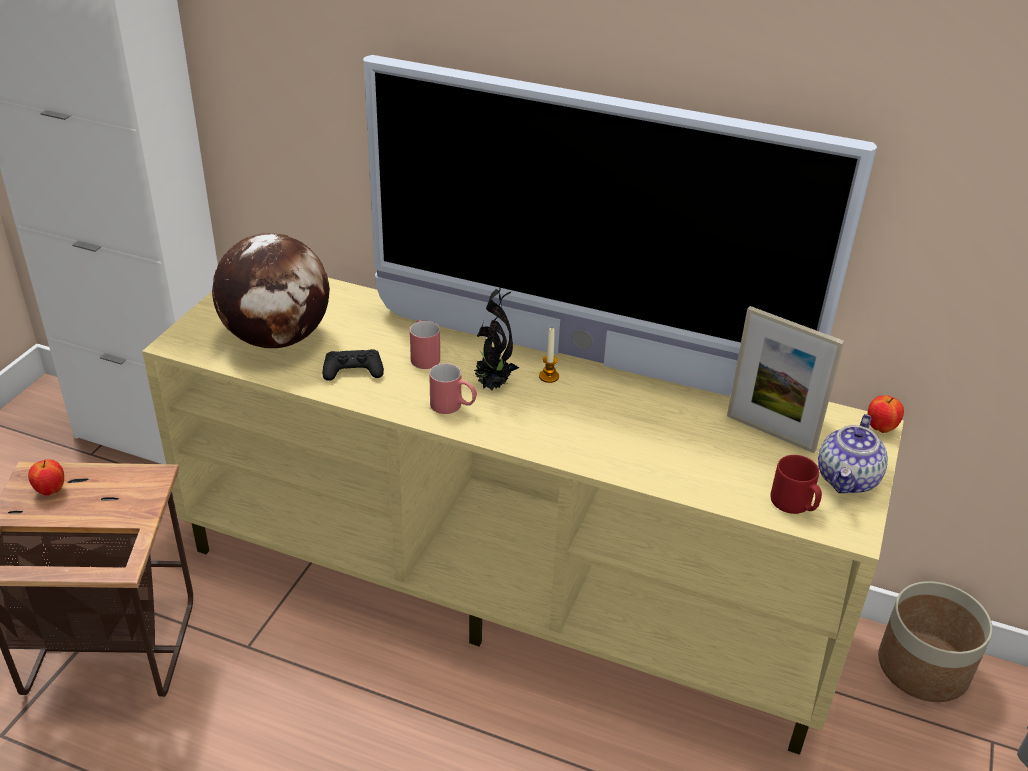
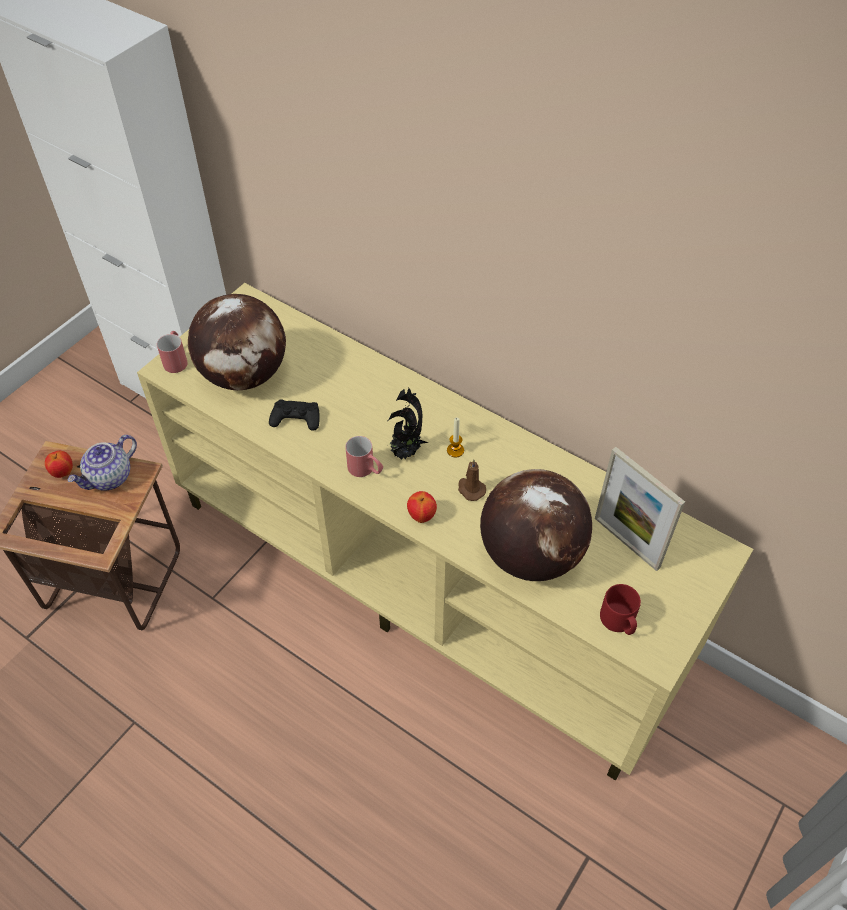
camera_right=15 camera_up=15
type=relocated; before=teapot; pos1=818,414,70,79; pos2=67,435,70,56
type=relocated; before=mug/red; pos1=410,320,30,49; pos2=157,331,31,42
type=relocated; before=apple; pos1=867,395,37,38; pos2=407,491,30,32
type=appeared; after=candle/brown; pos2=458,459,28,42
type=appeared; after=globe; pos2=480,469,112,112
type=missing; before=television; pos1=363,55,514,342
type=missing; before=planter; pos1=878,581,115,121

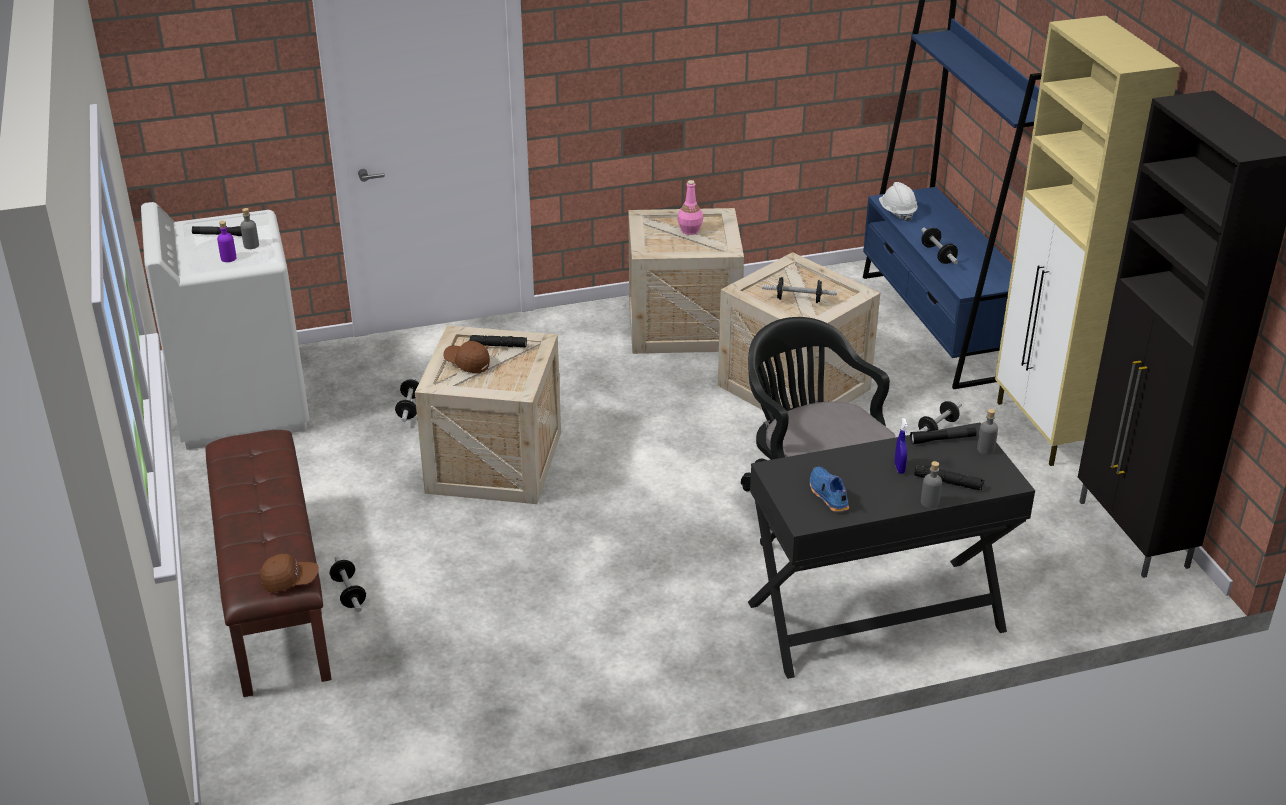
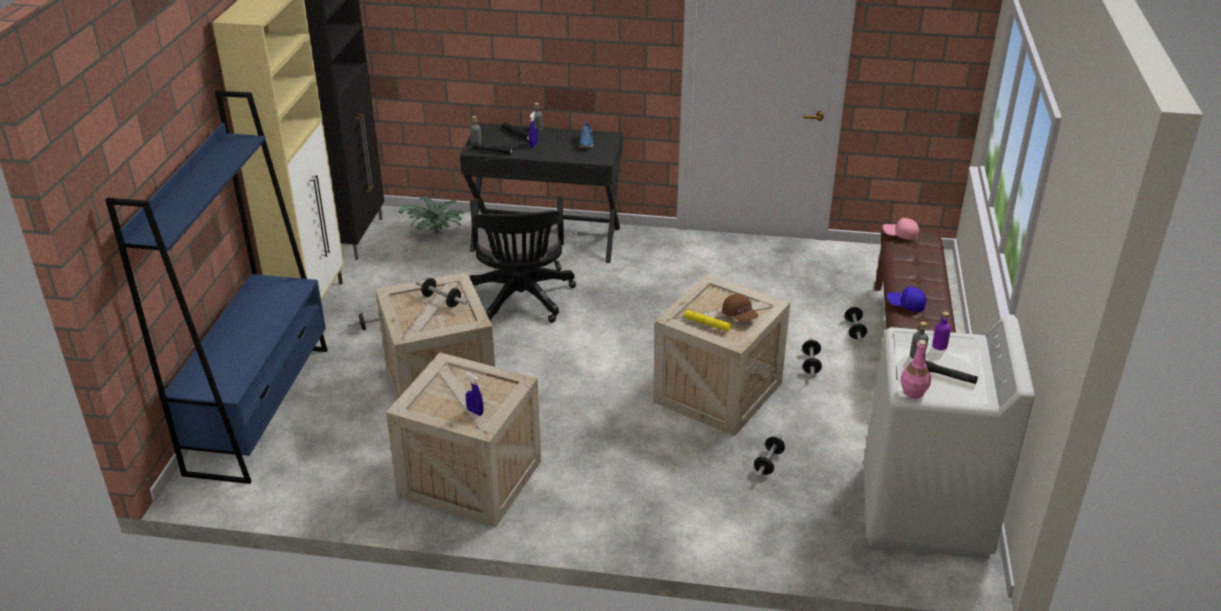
camera_right=-155 camera_up=0
type=appeared; after=potted plant; pos2=398,196,67,39
type=appeared; after=spray bottle/blue; pos2=466,372,17,44
type=colour; before=flashlight/black; after=flashlight/yellow; pos1=469,335,58,12; pos2=684,310,48,21
type=relocated; before=dumbbell; pos1=921,228,37,36; pos2=802,337,20,40
type=colour; before=cap/brown; after=cap/pink; pos1=260,554,59,38; pos2=883,218,36,22
type=appeared; after=cap/blue; pos2=887,287,40,25
type=relocated; before=bottle/pink; pos1=678,180,25,55; pos2=900,340,31,59
type=missing; before=hard hat/white; pos1=879,182,39,40

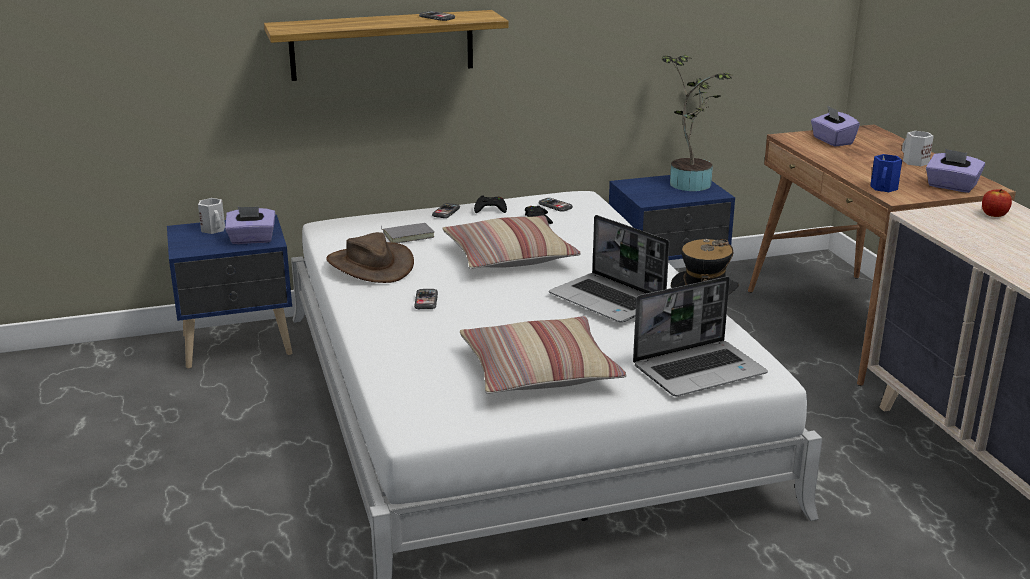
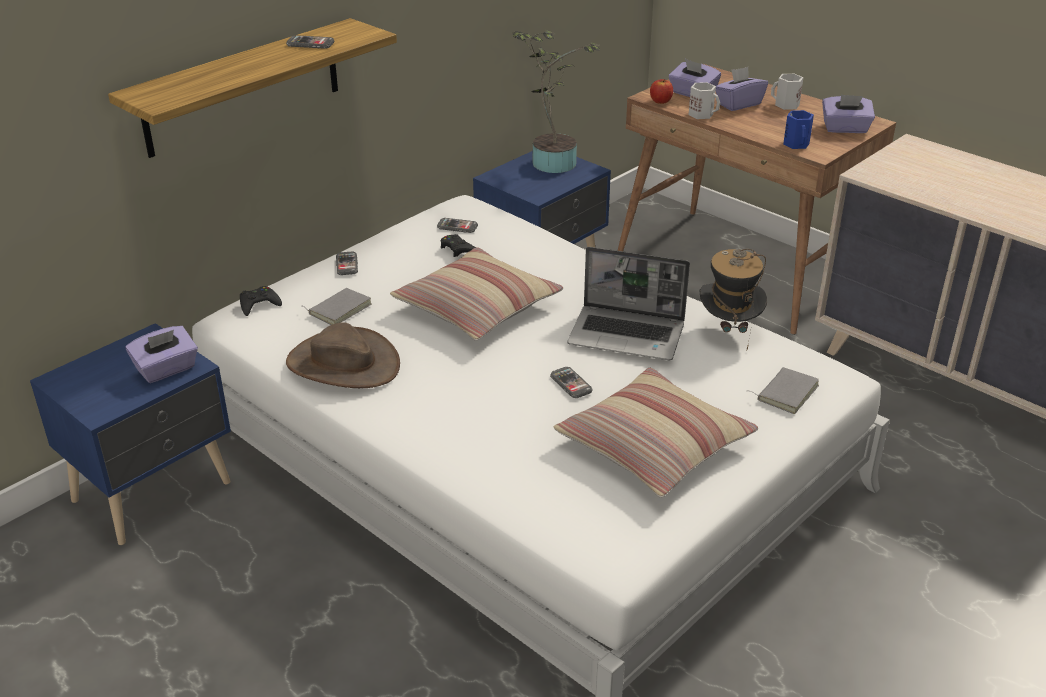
camera_right=-30 camera_up=10
type=relocated; before=game controller/black; pos1=474,196,33,17; pos2=240,286,42,30
type=relocated; before=phone; pos1=414,289,24,20; pos2=550,367,43,31
type=relocated; before=apple; pos1=982,189,30,28; pos2=650,79,23,25
type=relocated; before=mug/white; pos1=198,198,27,36; pos2=689,82,31,37
type=appeared; after=tissue box/purple; pos2=716,67,52,44
type=exchanged; before=laptop; after=book/grey; pos1=633,276,135,120; pos2=750,367,69,47

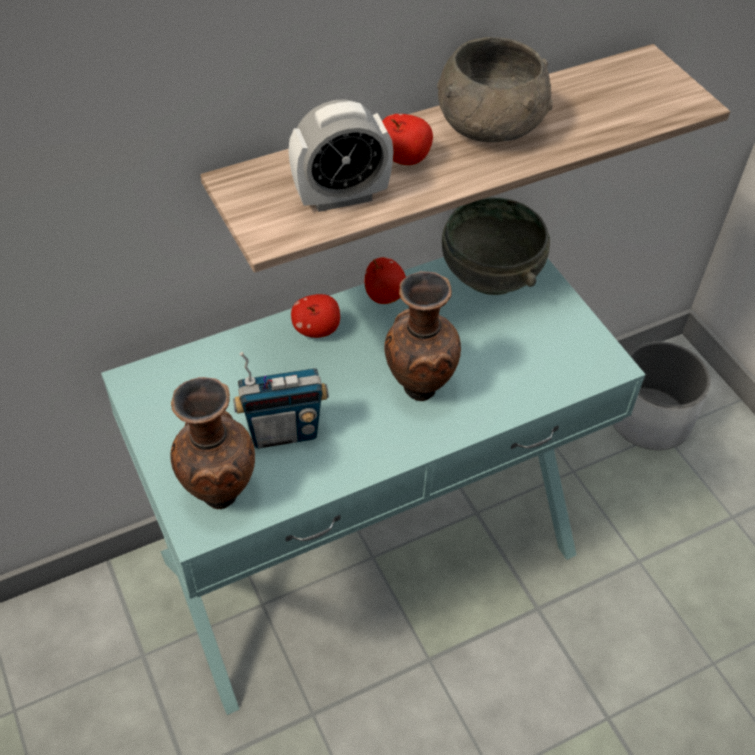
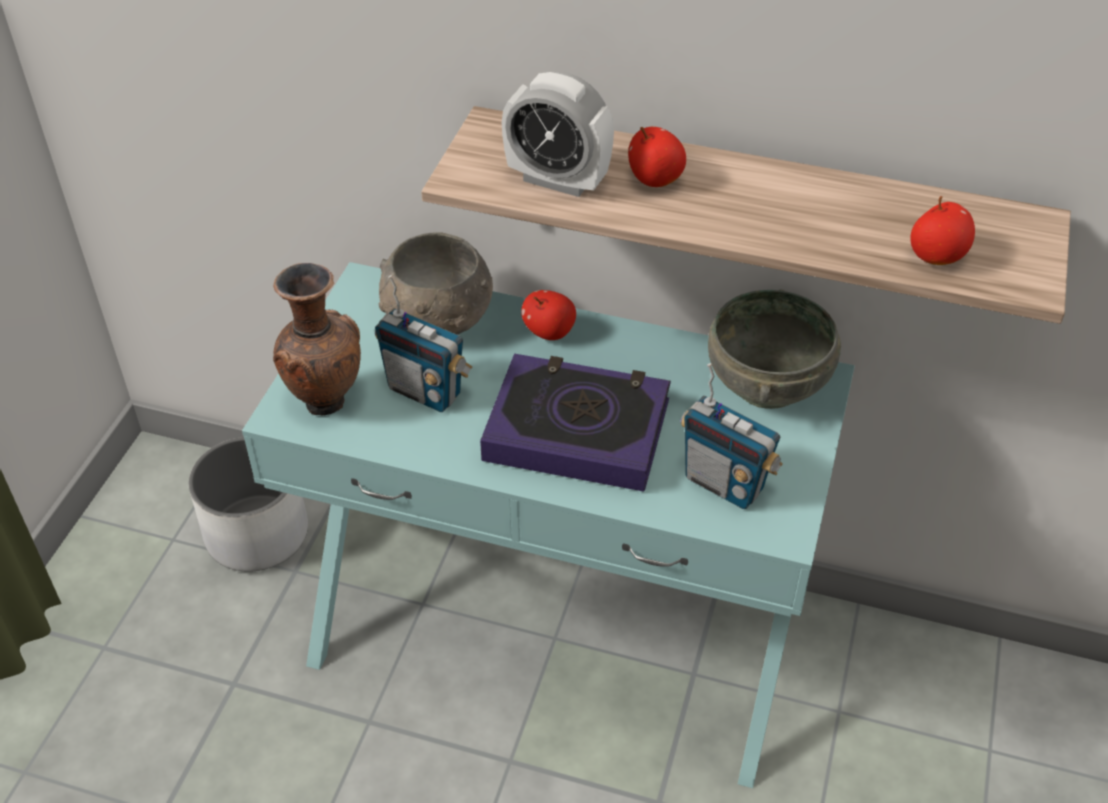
camera_right=45 camera_up=-5
type=relocated; before=planter/white; pos1=613,341,98,109; pos2=189,437,119,135
type=relocated; before=bowl/grey; pos1=437,37,116,105; pos2=378,233,115,102
type=exchanged; before=vase/brown; after=book; pos1=384,271,77,130; pos2=480,354,191,138
type=appeared; after=radio; pos2=680,363,103,146
type=relocated; before=apple; pos1=365,257,41,47; pos2=910,196,65,69

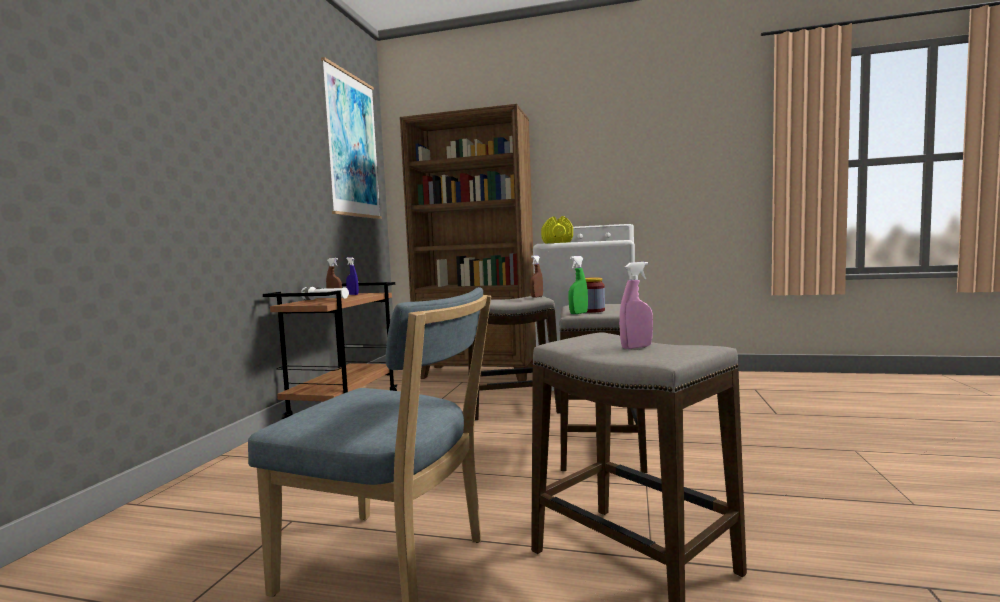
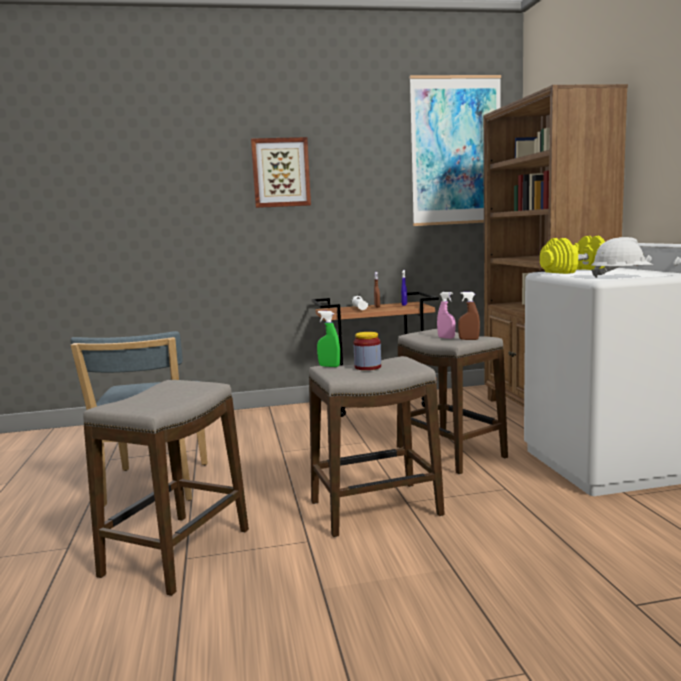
camera_right=65 camera_up=5
type=appeared; after=picture; pos2=251,137,60,71
type=relocated; before=spray bottle/pink; pos1=619,262,34,87; pos2=437,292,19,47
type=appeared; after=hard hat/white; pos2=591,237,62,41

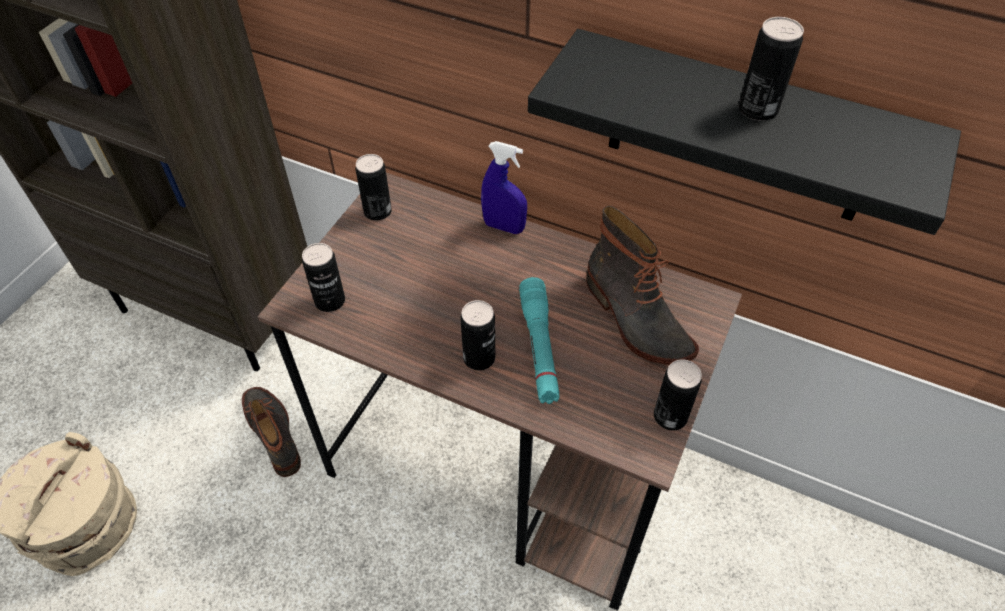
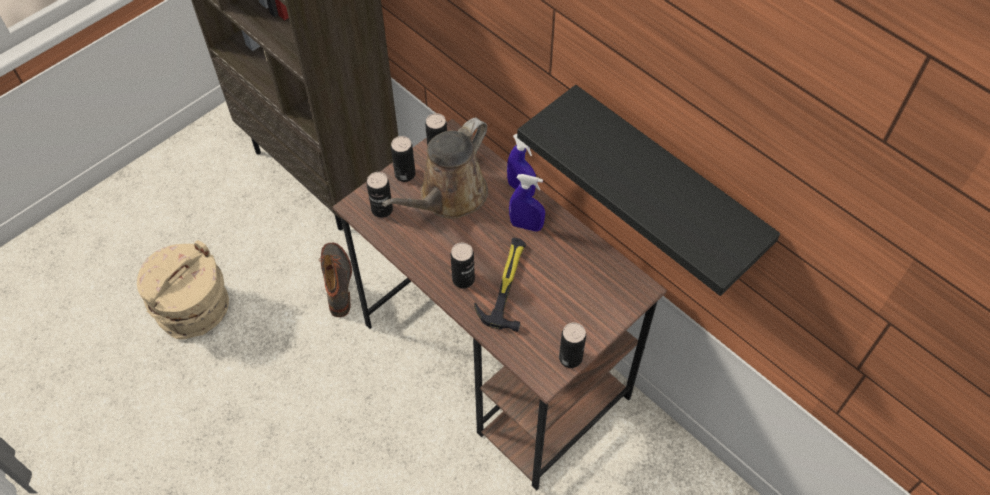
camera_right=20 camera_up=5
type=appeared; after=watering can/brown; pos2=382,118,106,101
type=relocated; before=can; pos1=738,17,66,104; pos2=391,136,25,46
type=exchanged; before=flashlight/turquoise; after=hammer; pos1=519,277,41,127; pos2=474,238,52,94
type=appeared; after=spray bottle/blue; pos2=509,174,36,58
type=missing; before=boot; pos1=586,206,113,159

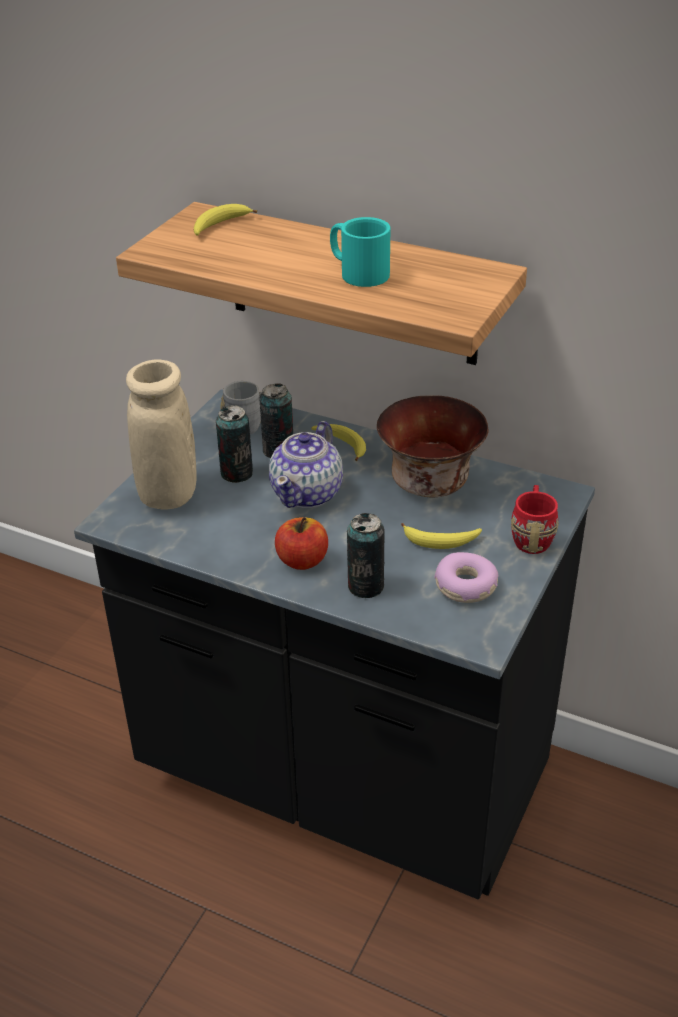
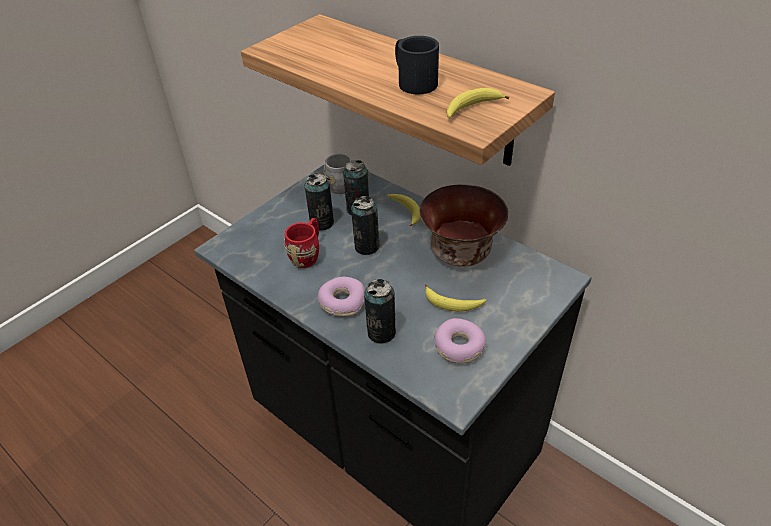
camera_right=15 camera_up=5
type=relocated; before=mug/red; pos1=511,485,48,69; pos2=284,218,35,50
type=exchanged; before=apple; after=donut; pos1=275,517,53,53; pos2=318,277,47,40
type=exchanged; before=teapot; after=can; pos1=269,421,74,87; pos2=351,196,29,59
type=colour; before=mug/turquoise; after=mug/black; pos1=330,217,61,70; pos2=395,36,44,58
type=relocated; before=banana; pos1=194,204,63,31; pos2=447,88,62,30
type=missing; before=vase/beige; pos1=126,359,71,150

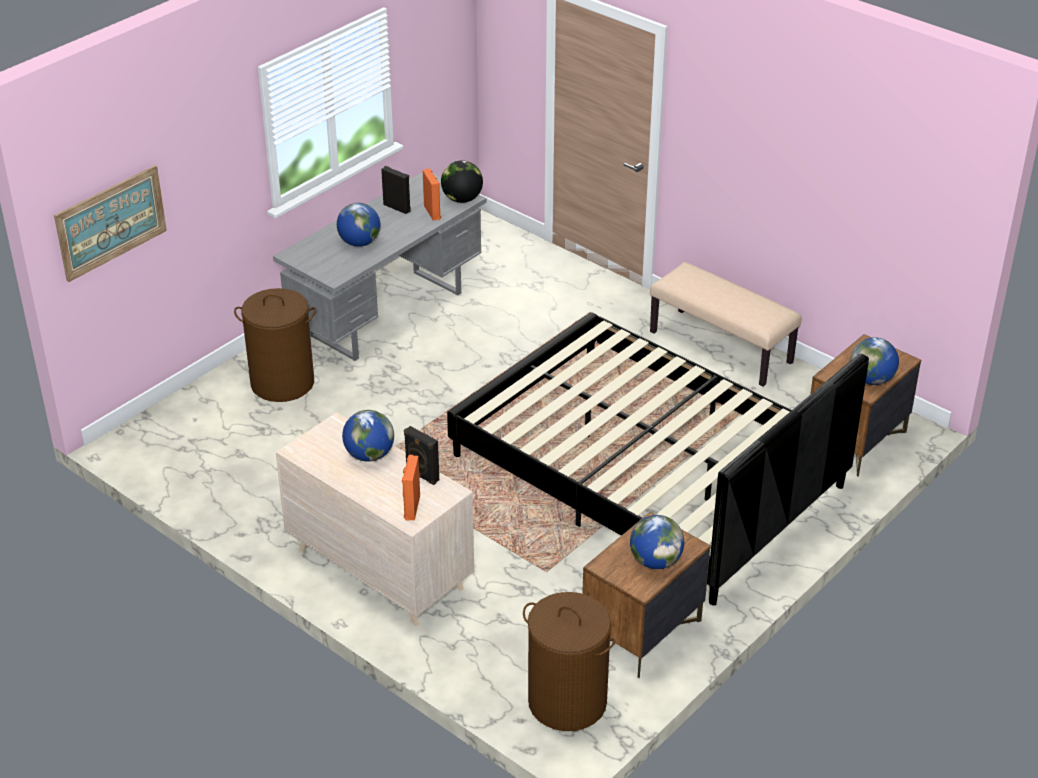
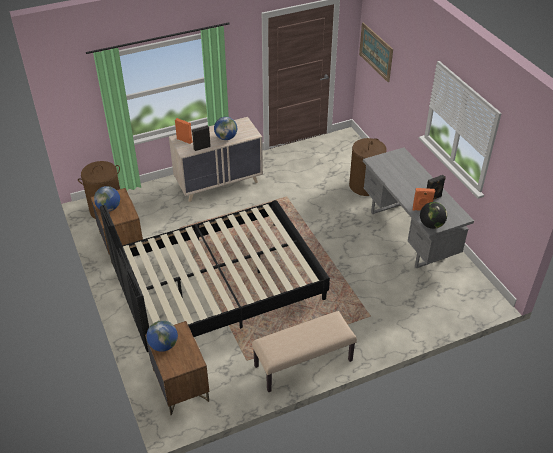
camera_right=115 camera_up=5
type=missing; before=globe; pos1=337,203,43,44

